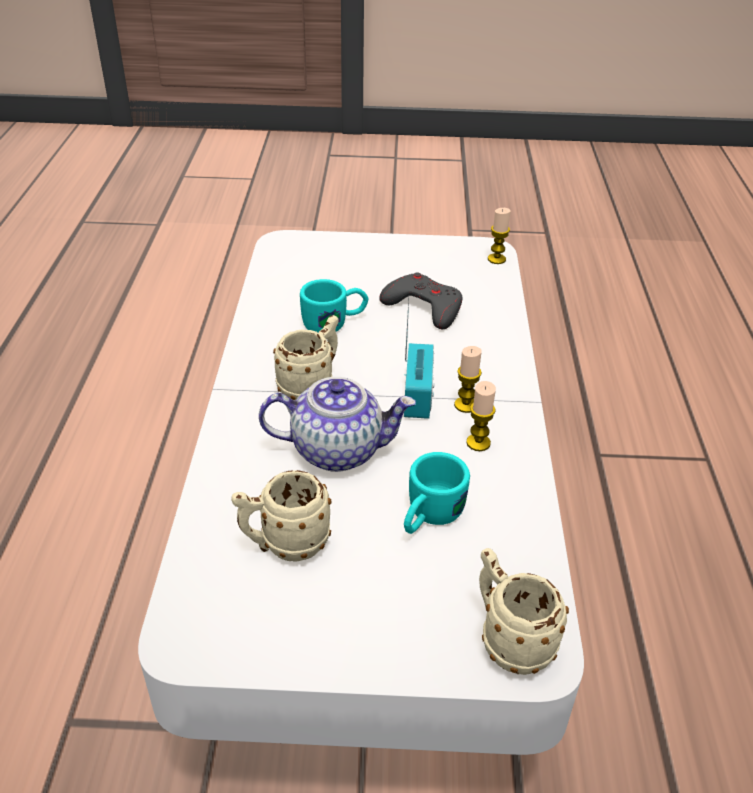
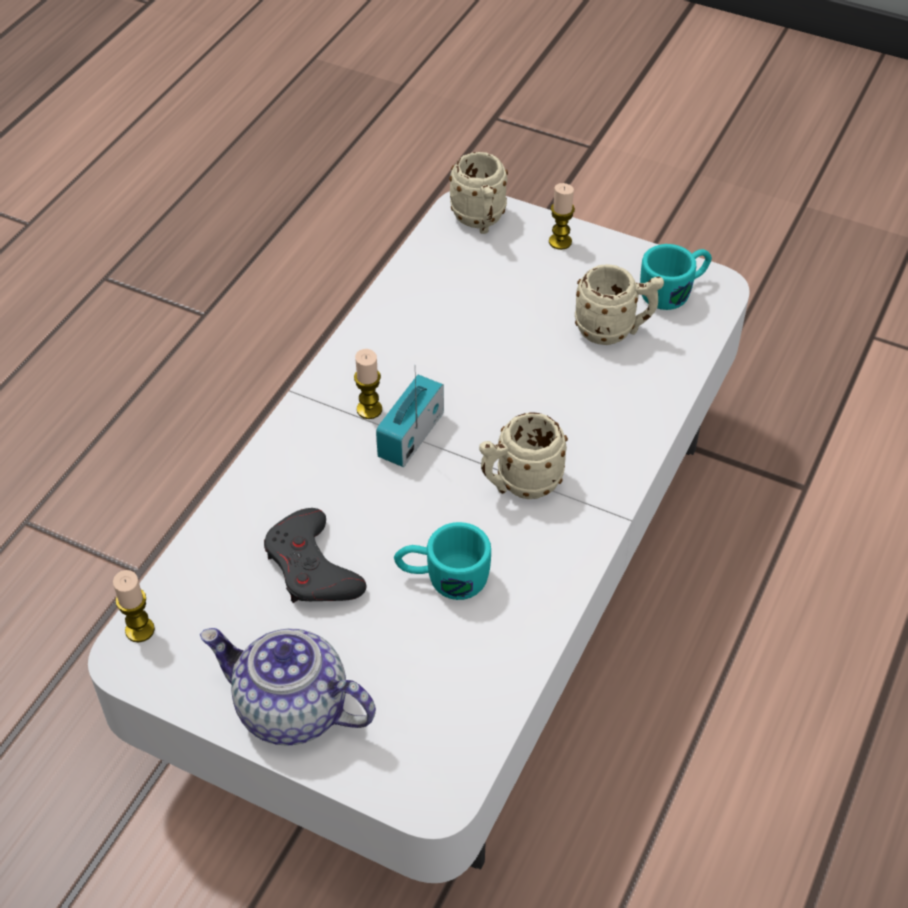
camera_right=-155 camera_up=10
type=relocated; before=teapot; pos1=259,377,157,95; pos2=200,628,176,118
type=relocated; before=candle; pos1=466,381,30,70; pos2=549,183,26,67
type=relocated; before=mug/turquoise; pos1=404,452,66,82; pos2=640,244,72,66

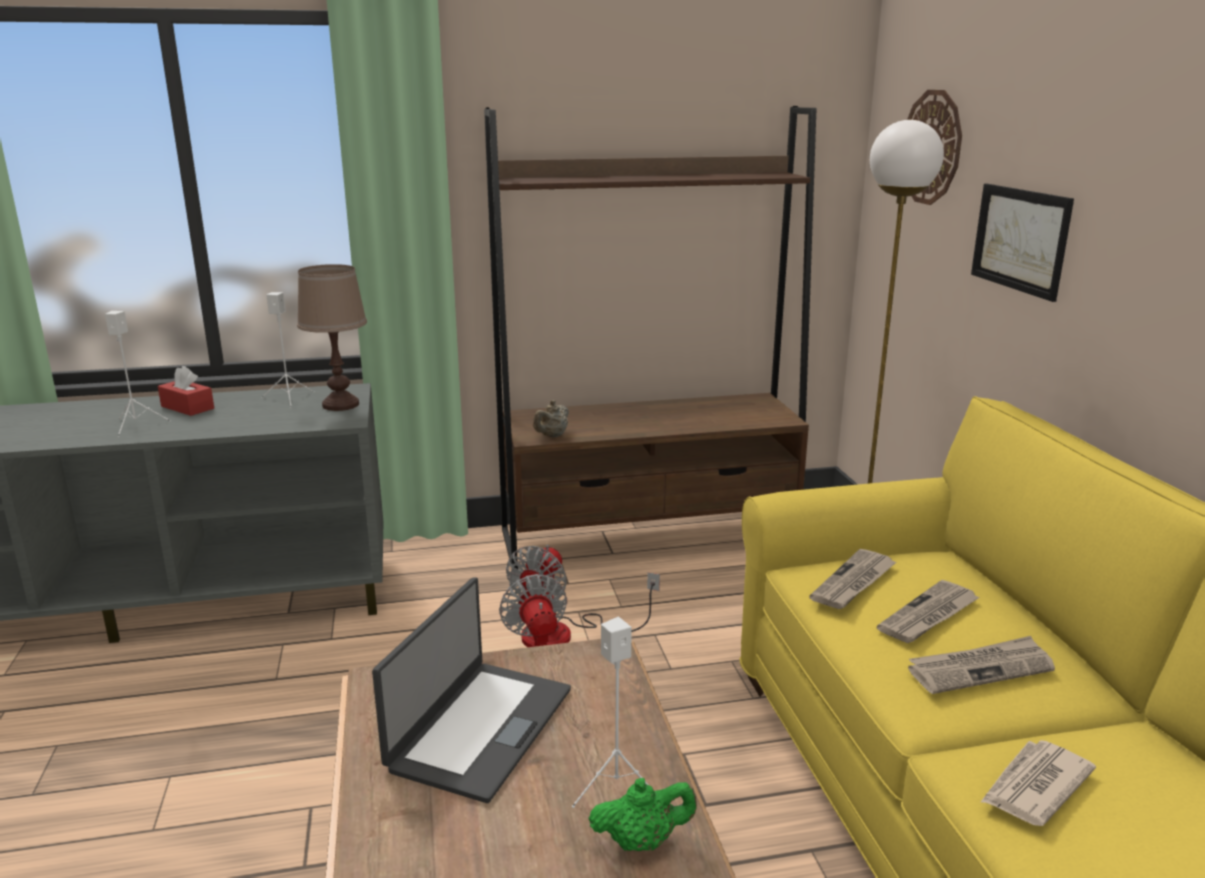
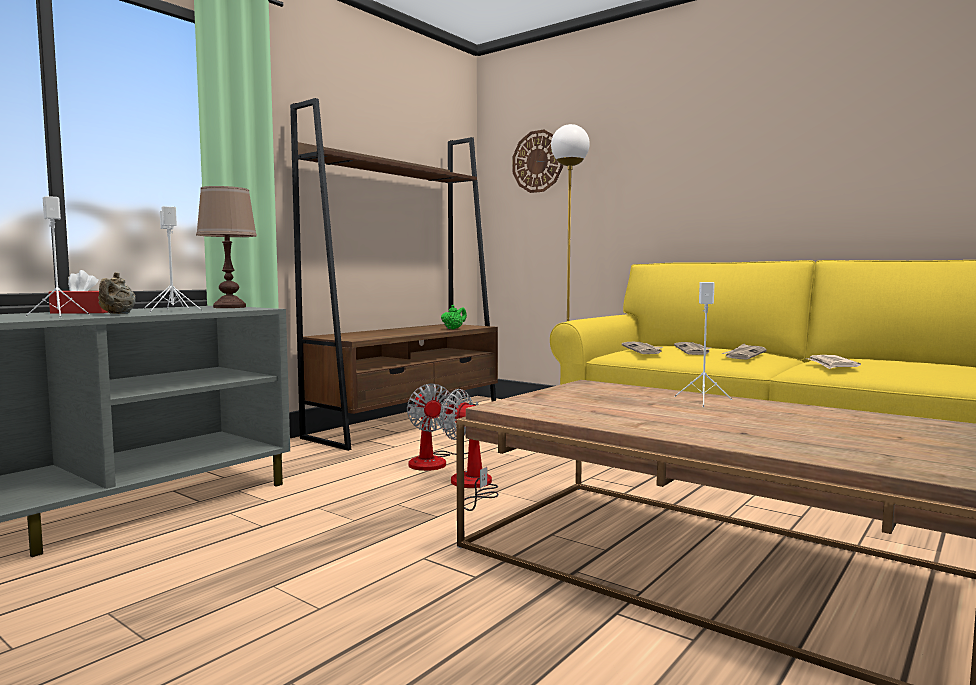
camera_right=-40 camera_up=-15
type=relocated; before=teapot/beige; pos1=533,400,36,37; pos2=98,272,37,42
type=appeared; after=speaker/white; pos2=150,206,53,106
type=relocated; before=teapot/green; pos1=589,778,108,73; pos2=441,305,26,25
type=missing; before=laptop; pos1=372,577,199,226
type=missing; before=picture; pos1=971,184,103,118

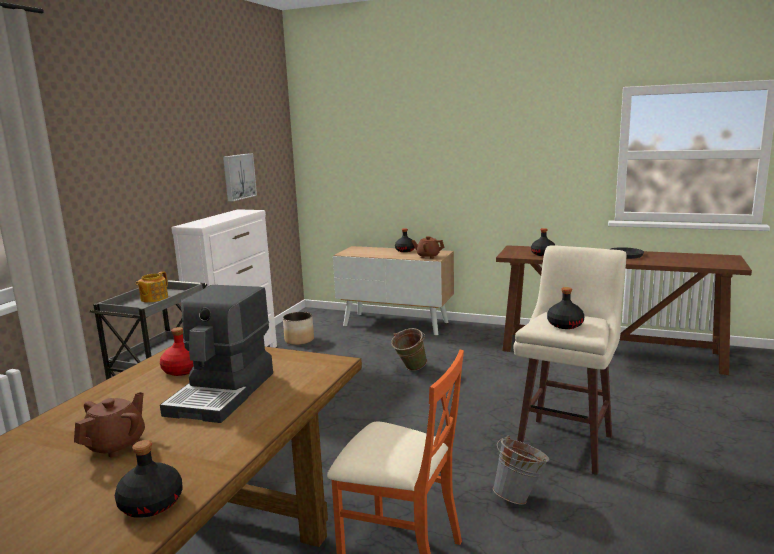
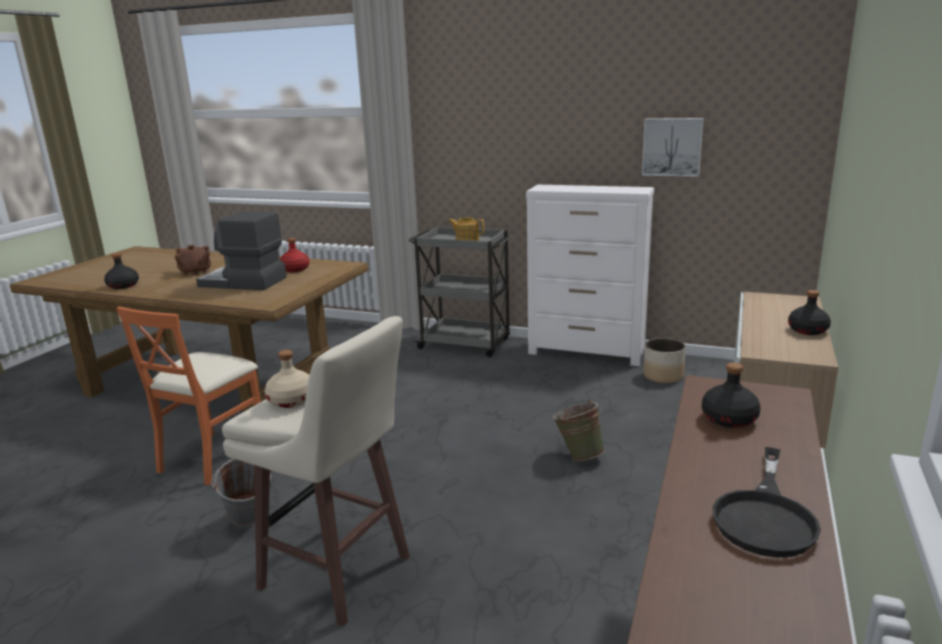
camera_right=90 camera_up=5
type=colour; before=bottle/black; after=bottle/beige; pos1=547,287,37,42; pos2=265,350,45,58
type=missing; before=teapot/brown; pos1=412,236,32,23

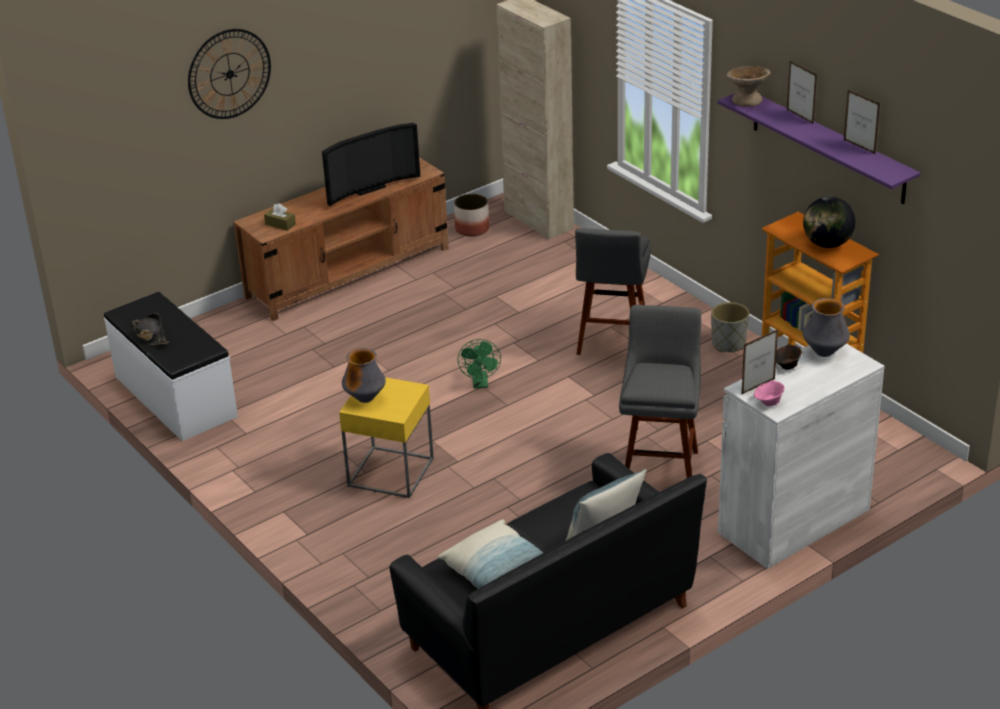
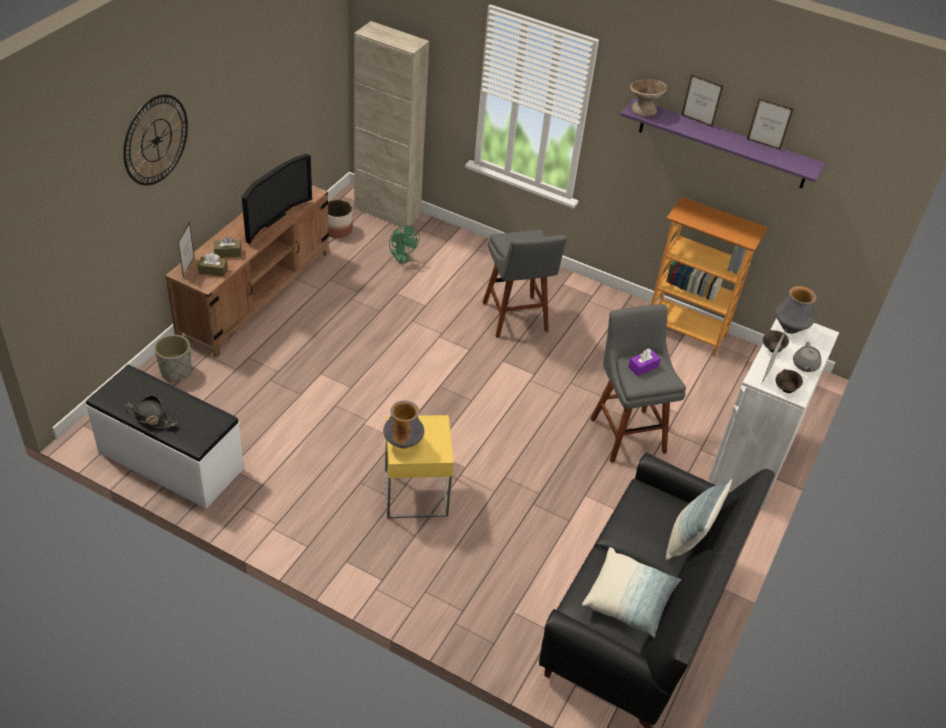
camera_right=-30 camera_up=10
type=relocated; before=planter/grey; pos1=711,302,38,50; pos2=154,335,38,47
type=appeared; after=picture frame; pos2=178,221,16,56
type=appeared; after=tissue box/brown; pos2=214,236,27,22
type=relocated; before=fan/green; pos1=458,339,43,50; pos2=389,225,31,39
type=appeared; after=tissue box/purple; pos2=628,349,33,27
type=colour; before=bowl/pink; after=bowl/brown; pos1=754,380,31,26; pos2=776,369,27,24
type=appeared; after=teapot/grey; pos2=793,342,28,30
type=missing; before=globe; pos1=803,196,52,52

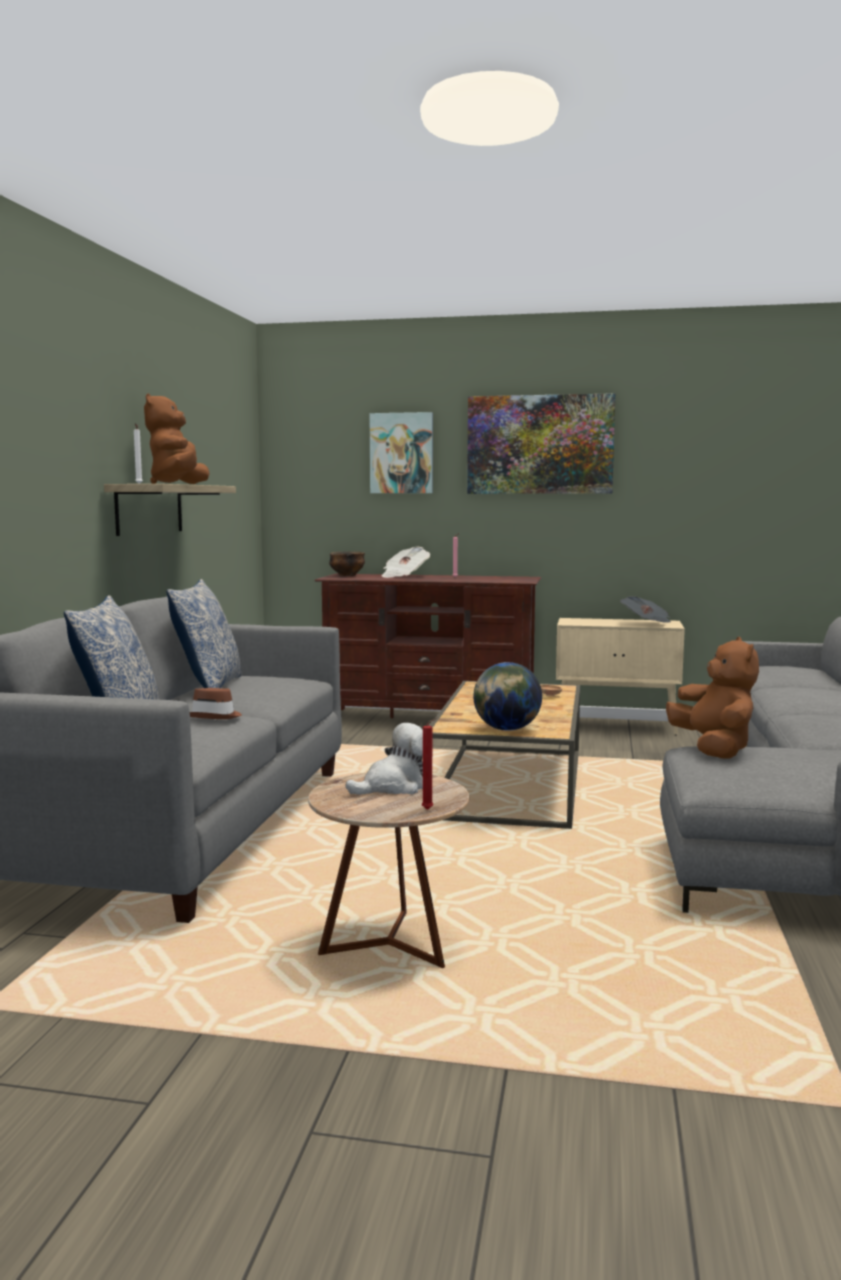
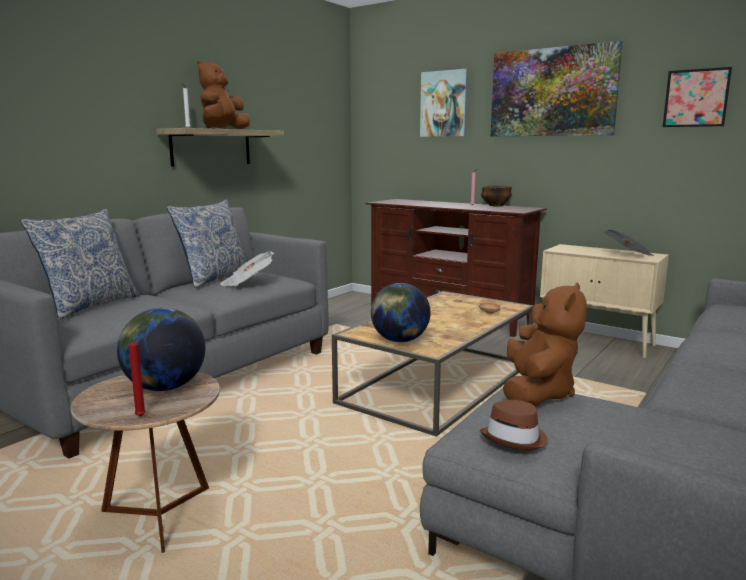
camera_right=25 camera_up=5
type=exchanged; before=plush toy; after=globe; pos1=345,723,78,72; pos2=117,308,89,83
type=relocated; before=newspaper; pos1=382,547,48,31; pos2=220,252,54,35
type=relocated; before=hat/brown; pos1=190,688,52,31; pos2=480,400,68,50
type=relocated; before=bowl; pos1=329,552,36,24; pos2=481,186,31,21
type=appeared; after=picture; pos2=663,67,69,60

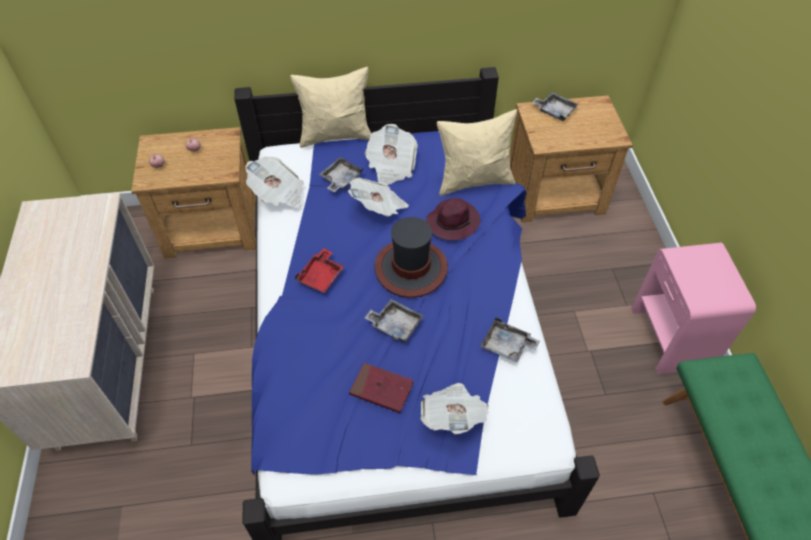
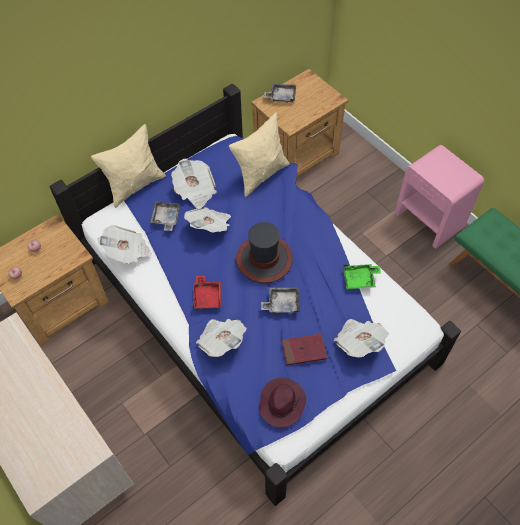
camera_right=-30 camera_up=5
type=appeared; after=newspaper; pos2=196,319,51,38
type=relocated; before=hat/purple; pos1=426,198,54,42; pos2=259,378,47,49
type=colour; before=tray/grey; after=tray/green; pos1=480,317,60,45; pos2=343,264,38,26

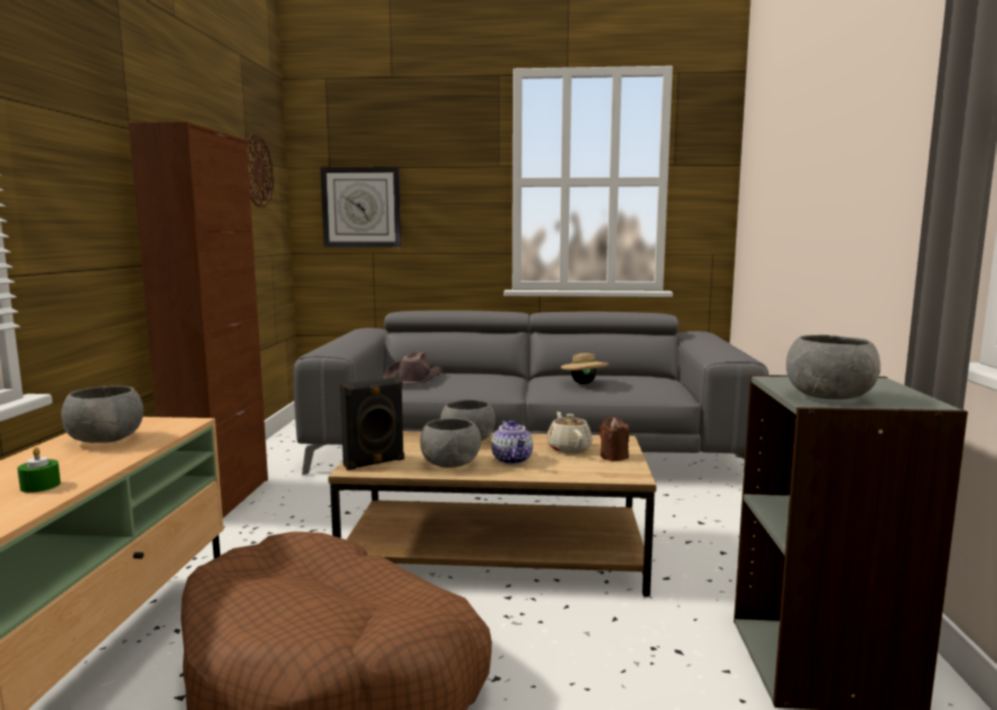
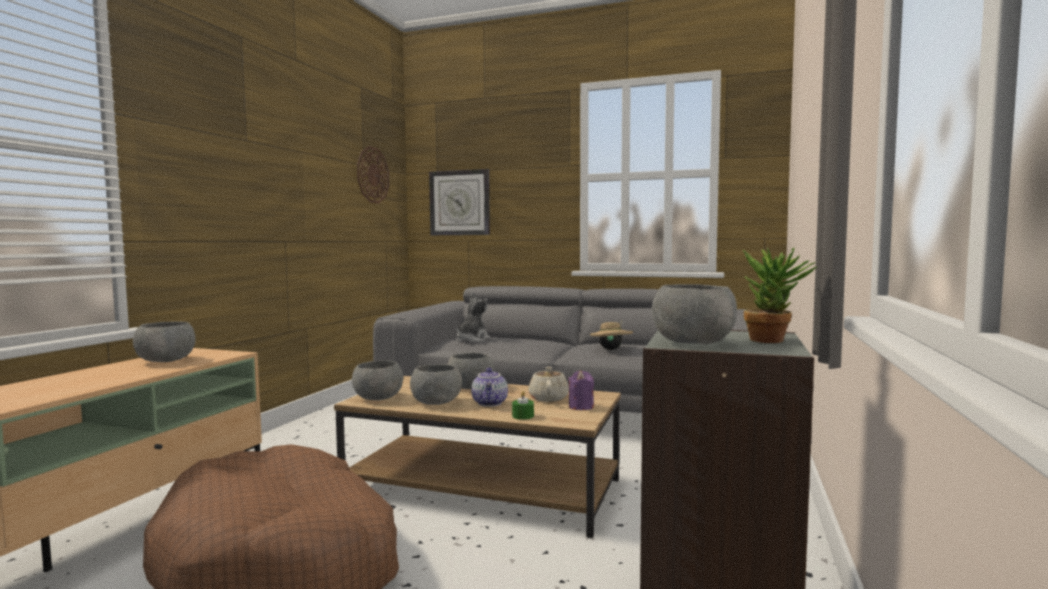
camera_right=15 camera_up=-5
type=exchanged; before=speaker/black; after=bowl/grey; pos1=340,377,65,93; pos2=352,360,51,40
type=exchanged; before=hat/brown; after=plush toy; pos1=384,351,60,33; pos2=456,292,35,50
type=relocated; before=candle/green; pos1=17,447,44,46; pos2=512,391,22,29
type=colour; before=candle/brown; after=candle/purple; pos1=600,417,29,44; pos2=568,371,26,39
type=appeared; after=potted plant; pos2=742,247,75,96
type=missing; before=cabinet/brown; pos1=128,122,140,396

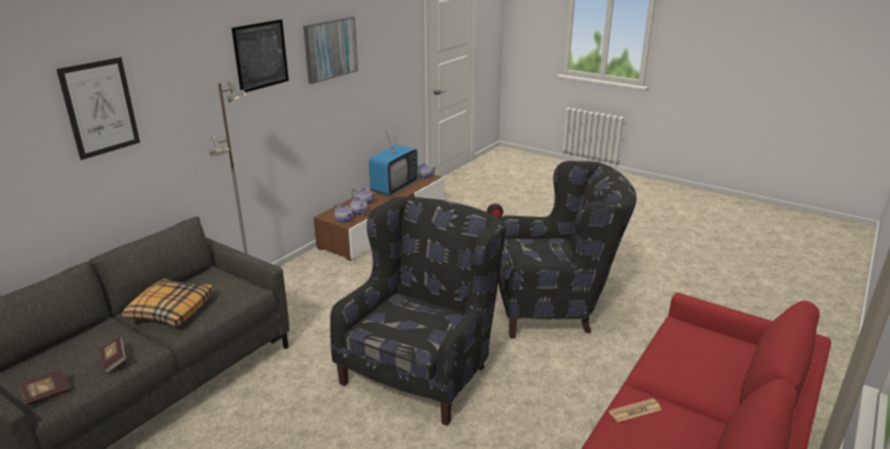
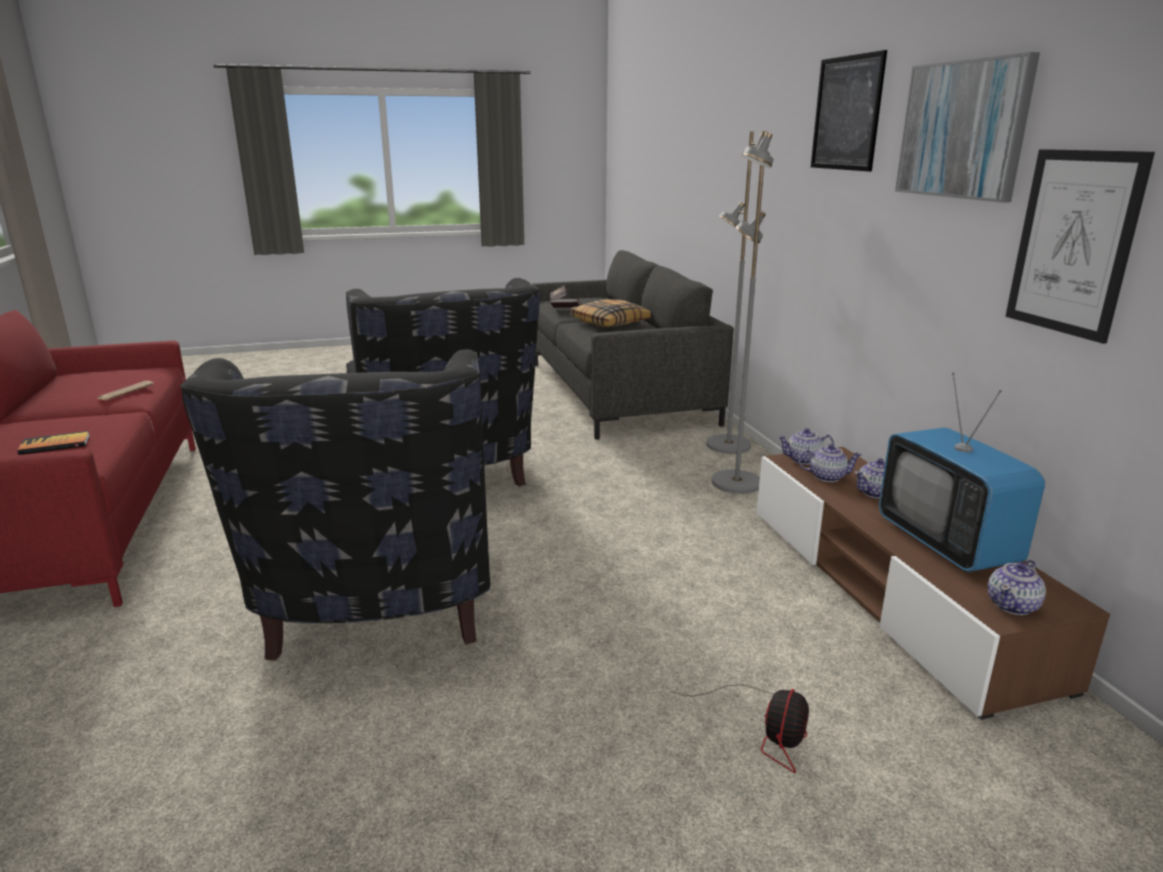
camera_right=130 camera_up=-5
type=appeared; after=book; pos2=17,431,73,24
type=spun; before=armchair/black; pos1=498,161,138,177; pos2=180,349,311,311; turn=-45
type=appeared; after=floor lamp/grey; pos2=712,131,62,363
type=relocated; before=picture; pos1=56,57,84,103; pos2=1005,149,150,195

